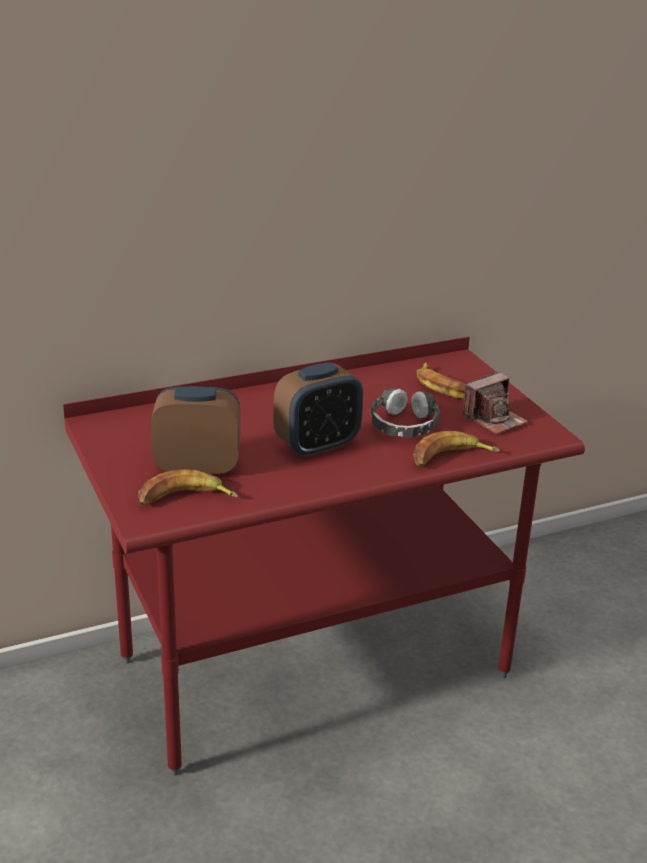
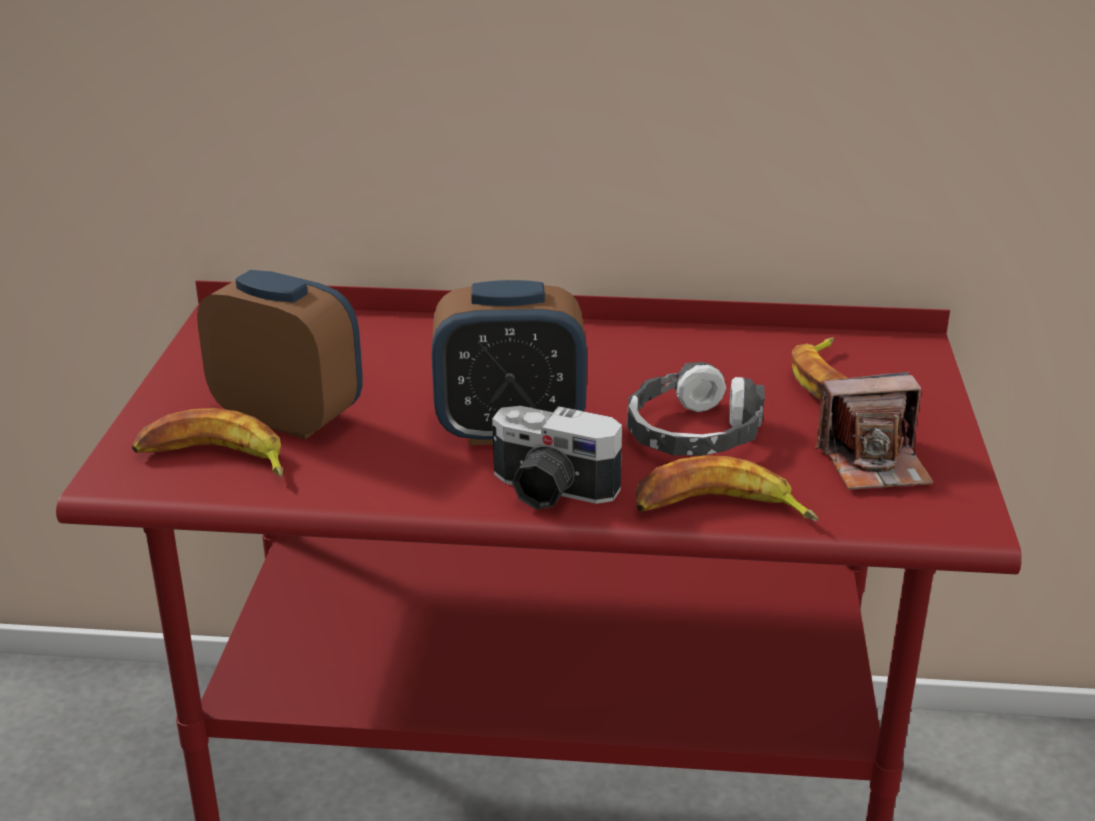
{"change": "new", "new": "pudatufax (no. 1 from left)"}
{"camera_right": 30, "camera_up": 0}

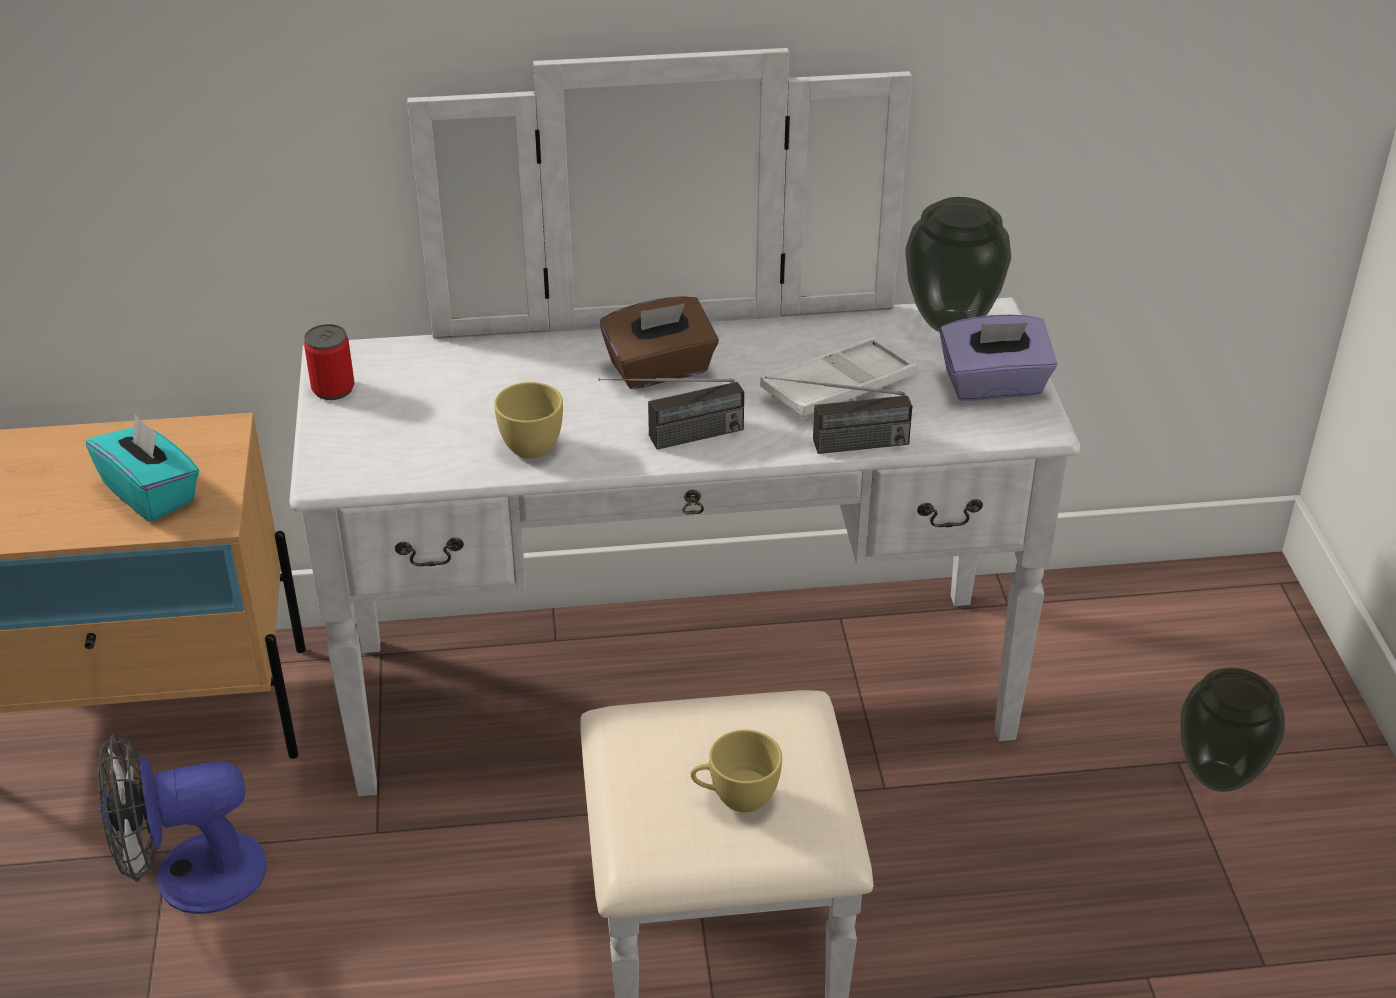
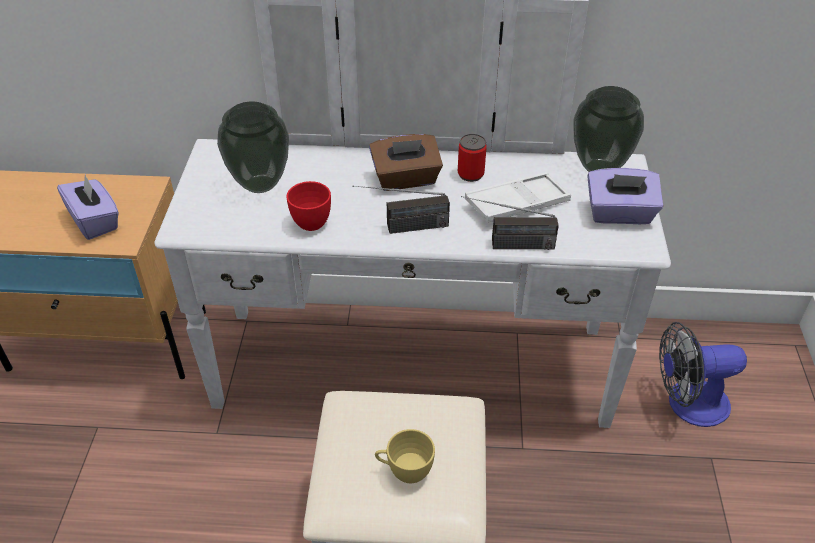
{"change": "repainted", "old": "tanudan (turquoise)", "new": "tanudan (purple) (no. 1 from left)"}
{"change": "shifted", "old": "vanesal"}
{"change": "shifted", "old": "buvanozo"}
{"change": "repainted", "old": "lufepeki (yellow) (no. 1 from left)", "new": "lufepeki (red)"}
{"change": "shifted", "old": "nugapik (no. 2 from left in the first image)", "new": "nugapik (no. 1 from left)"}
{"camera_right": 10, "camera_up": 5}

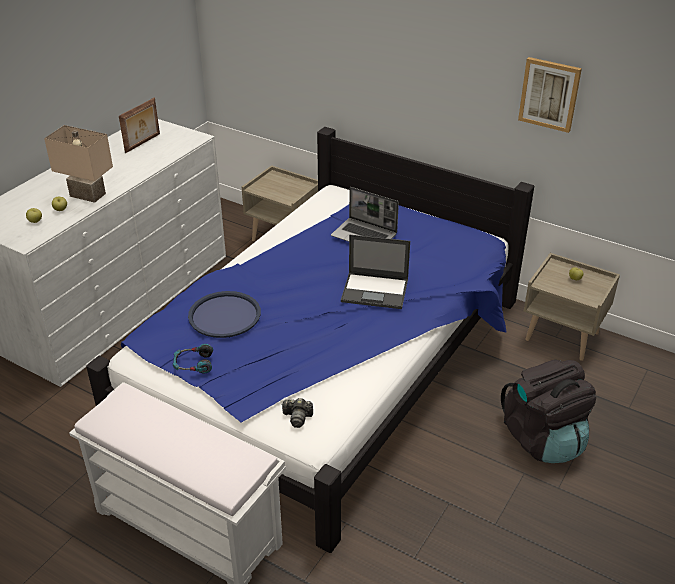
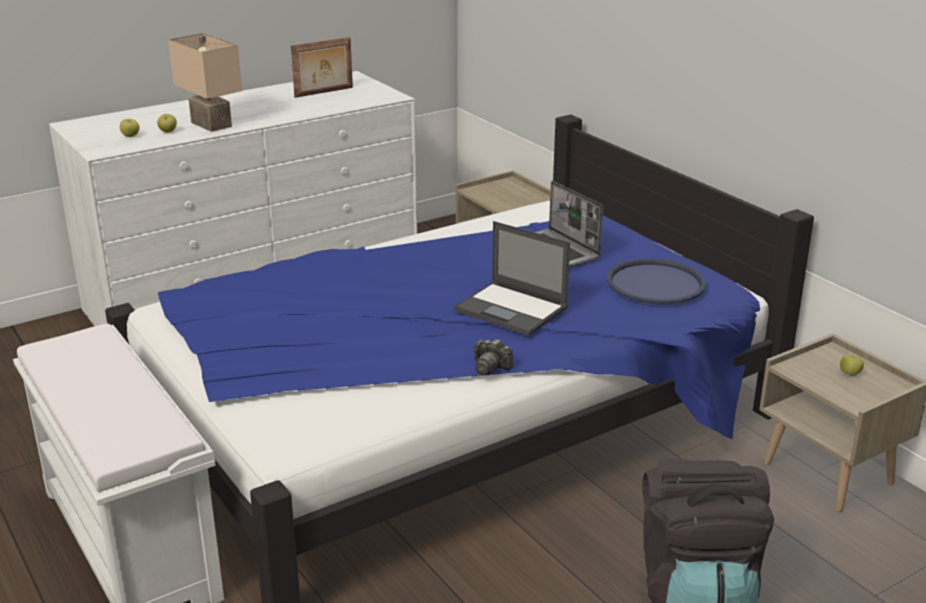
{"change": "gone", "old": "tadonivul"}
{"change": "shifted", "old": "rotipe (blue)"}
{"change": "shifted", "old": "pudatufax"}
{"change": "gone", "old": "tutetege"}
{"camera_right": 25, "camera_up": -10}

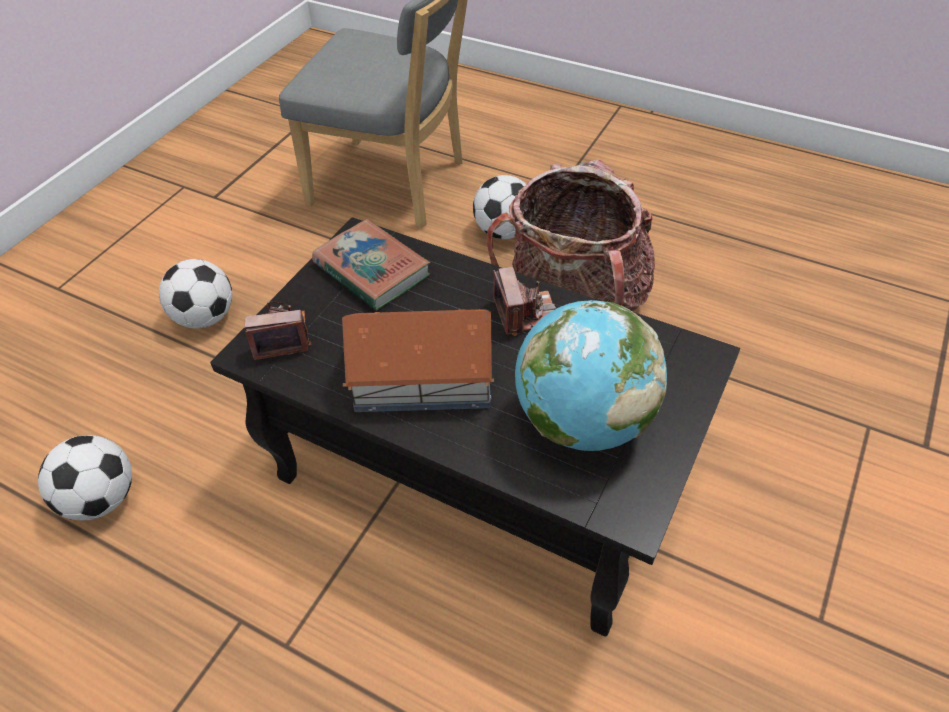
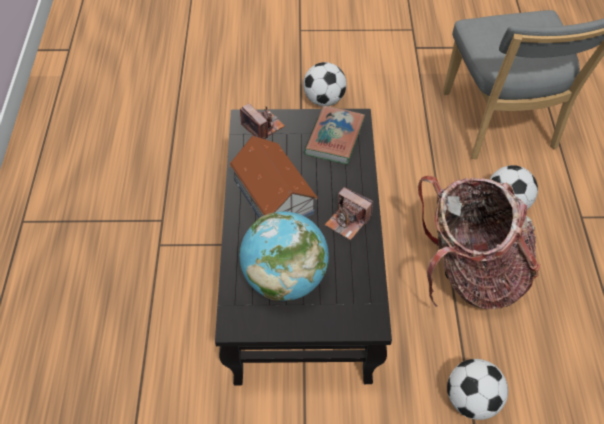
{"change": "shifted", "old": "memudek (no. 1 from left in the first image)", "new": "memudek (no. 2 from left)"}
{"change": "rotated", "old": "pudatufax (no. 2 from left)", "degrees": 75}
{"camera_right": 60, "camera_up": 5}

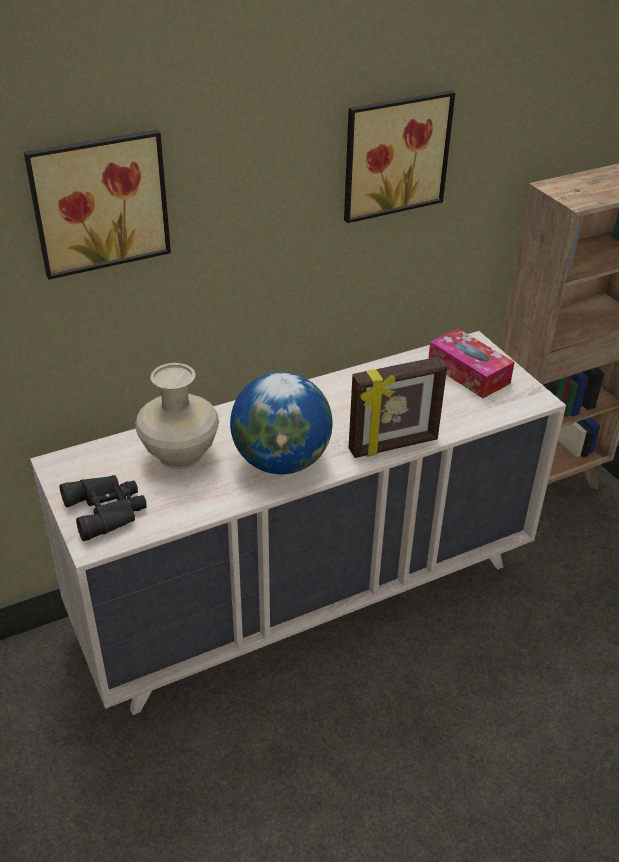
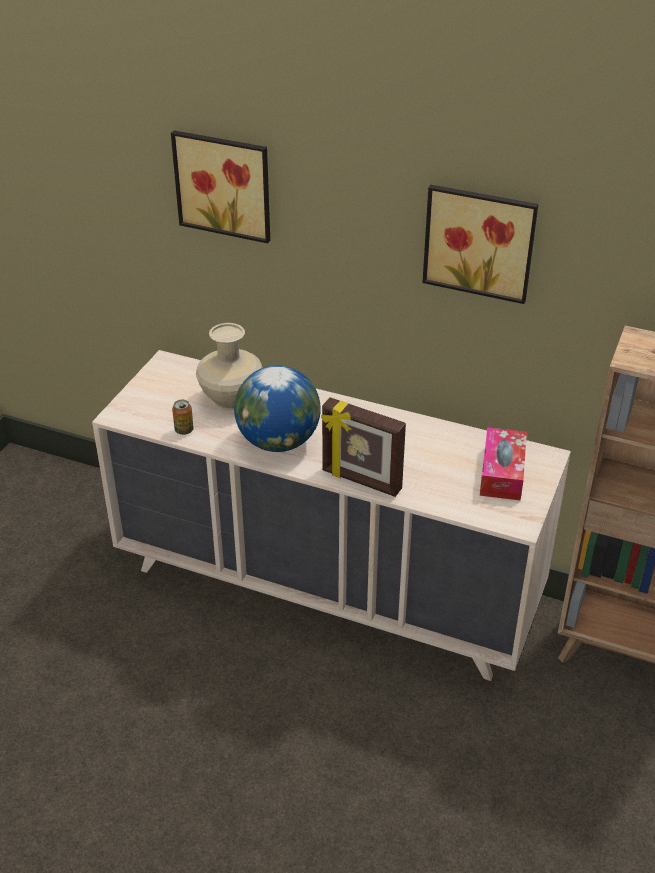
{"change": "gone", "old": "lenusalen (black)"}
{"change": "new", "new": "buvanozo"}
{"camera_right": 50, "camera_up": 0}

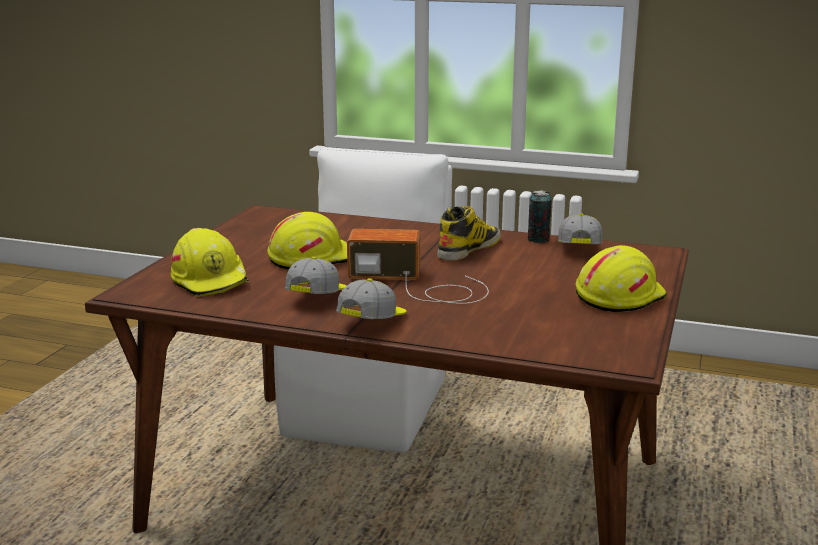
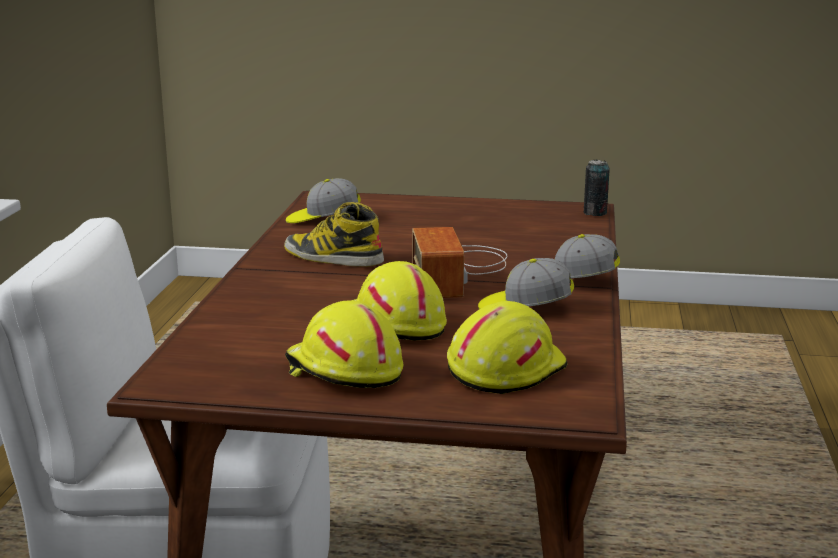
{"change": "shifted", "old": "buvanozo"}
{"change": "shifted", "old": "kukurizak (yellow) (no. 3 from left in the first image)", "new": "kukurizak (yellow) (no. 1 from left)"}
{"camera_right": -100, "camera_up": 0}

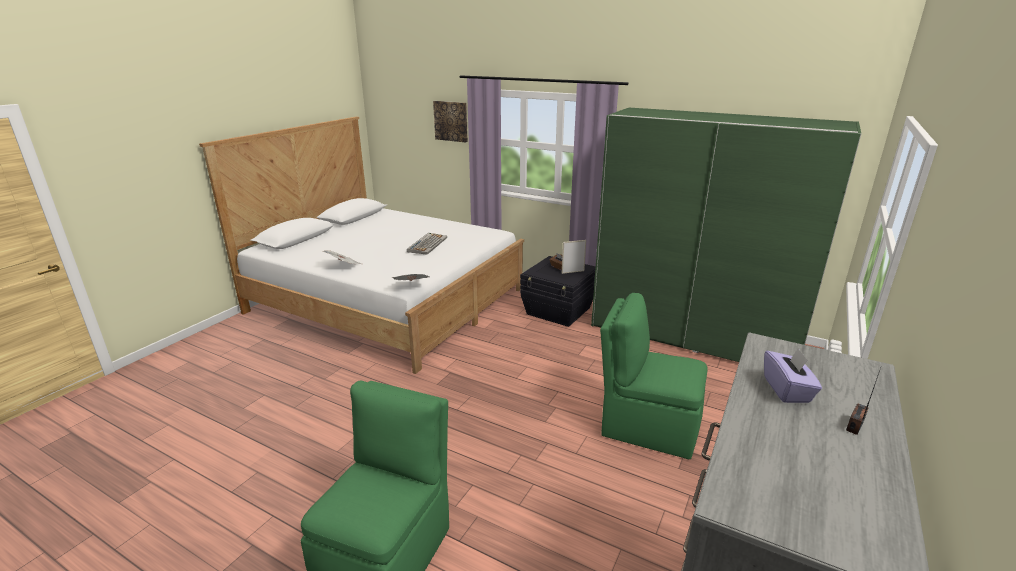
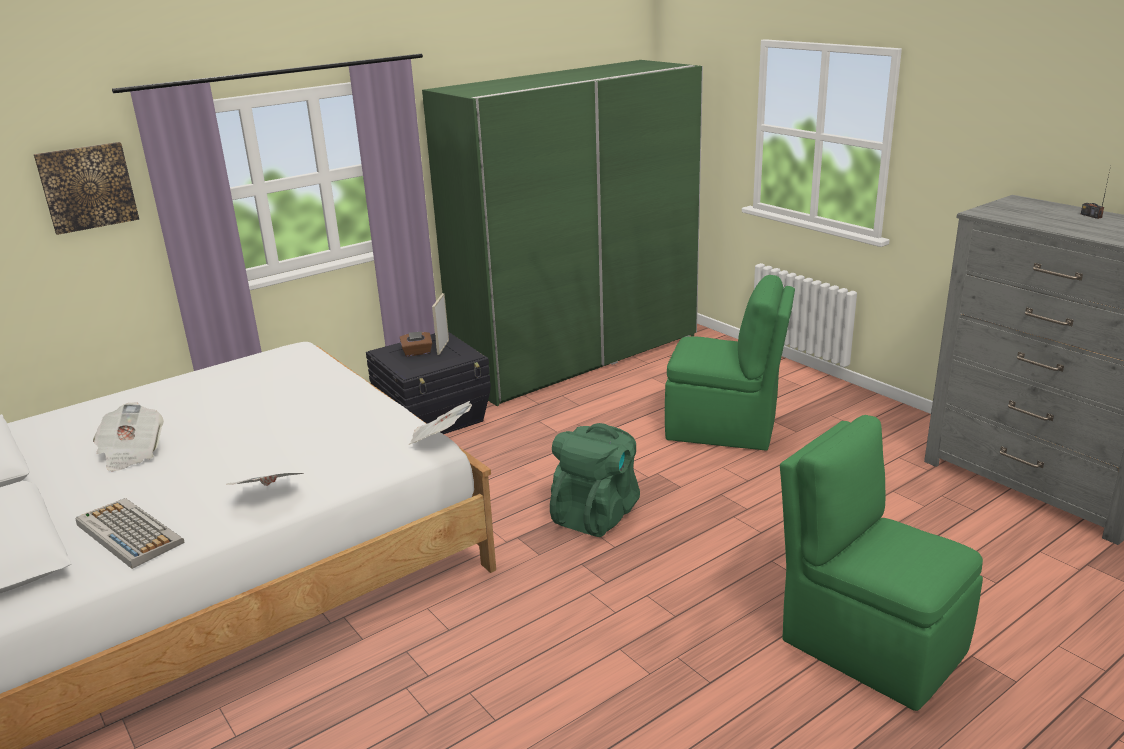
{"change": "shifted", "old": "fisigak"}
{"change": "rotated", "old": "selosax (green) (no. 2 from left in the first image)", "degrees": -120}
{"change": "gone", "old": "tanudan (purple)"}
{"change": "new", "new": "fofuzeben (no. 1 from left)"}
{"change": "new", "new": "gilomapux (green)"}
{"camera_right": -65, "camera_up": 0}

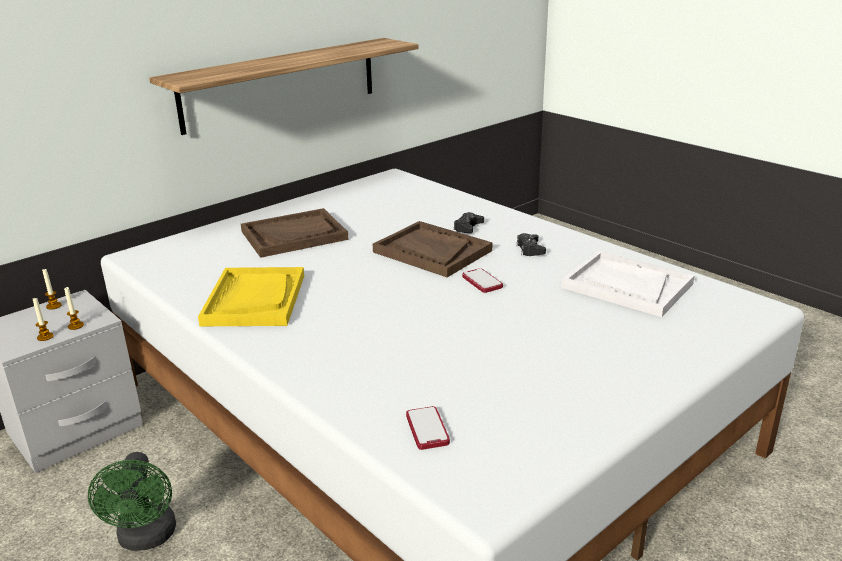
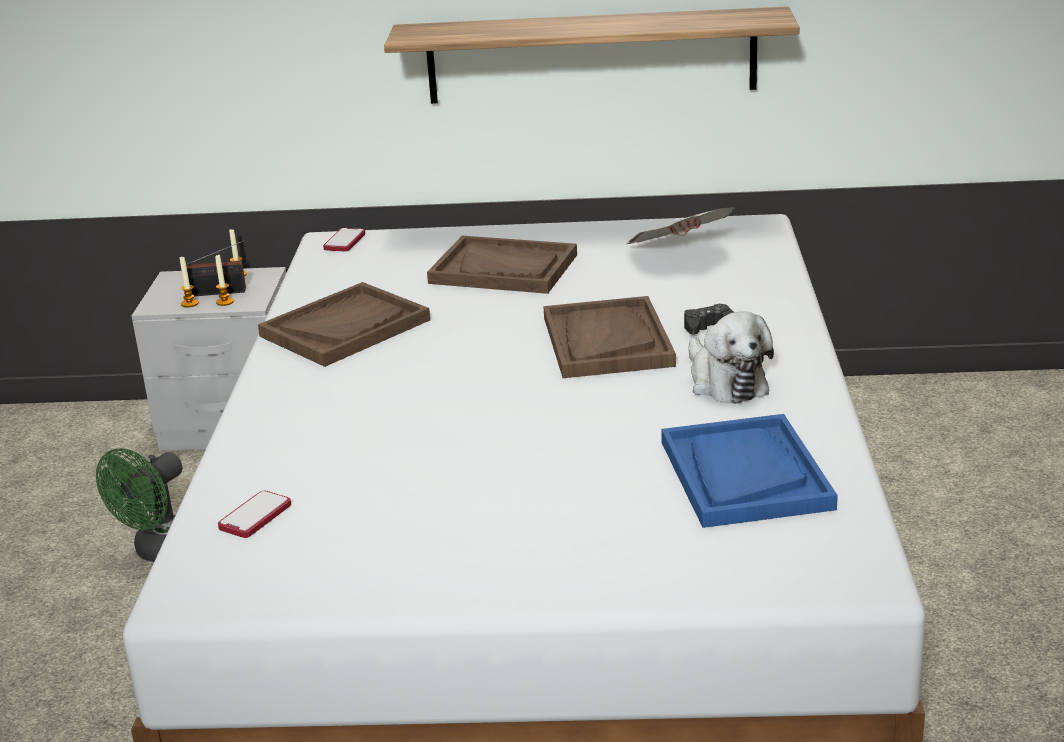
{"change": "repainted", "old": "rotipe (yellow)", "new": "rotipe (brown) (no. 1 from left)"}
{"change": "shifted", "old": "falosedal (no. 2 from left)"}
{"change": "swapped", "old": "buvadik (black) (no. 2 from left)", "new": "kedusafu"}
{"change": "repainted", "old": "rotipe (white)", "new": "rotipe (blue)"}
{"change": "new", "new": "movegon"}
{"change": "new", "new": "fofuzeben"}
{"camera_right": 45, "camera_up": 0}

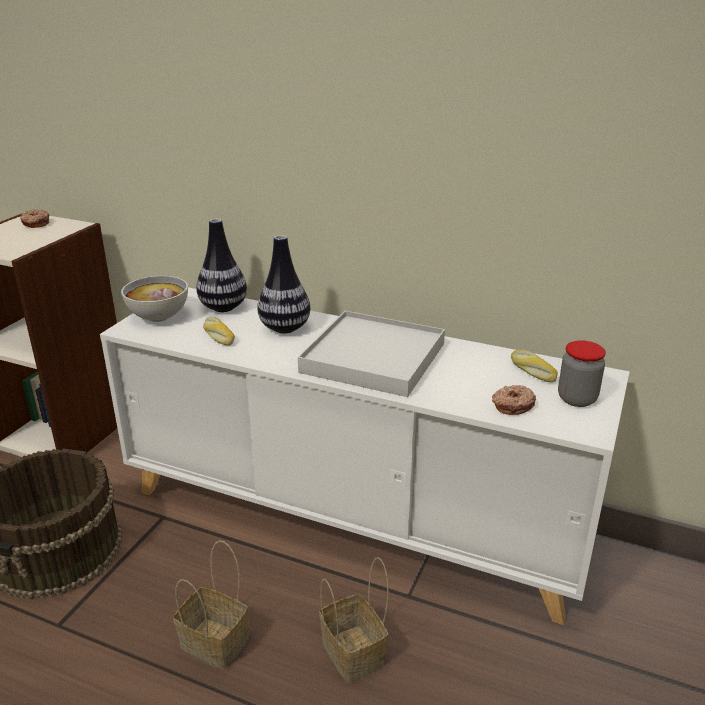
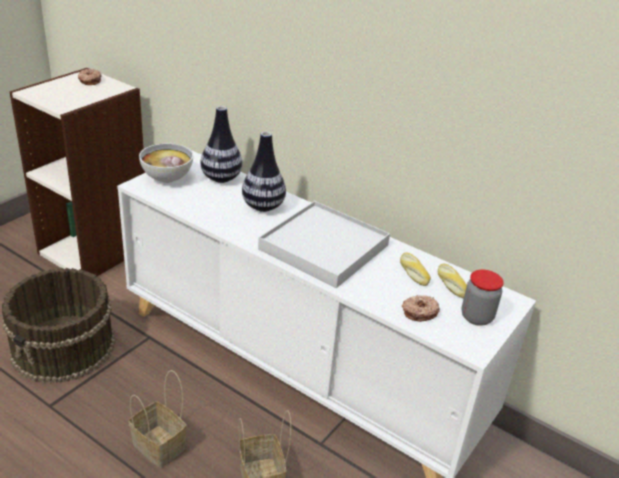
{"change": "shifted", "old": "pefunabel (no. 1 from left)"}
{"camera_right": 10, "camera_up": 5}

